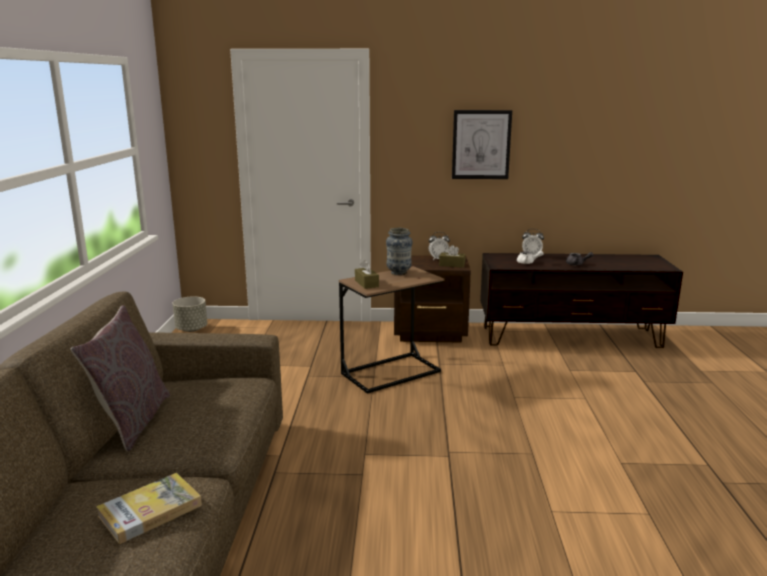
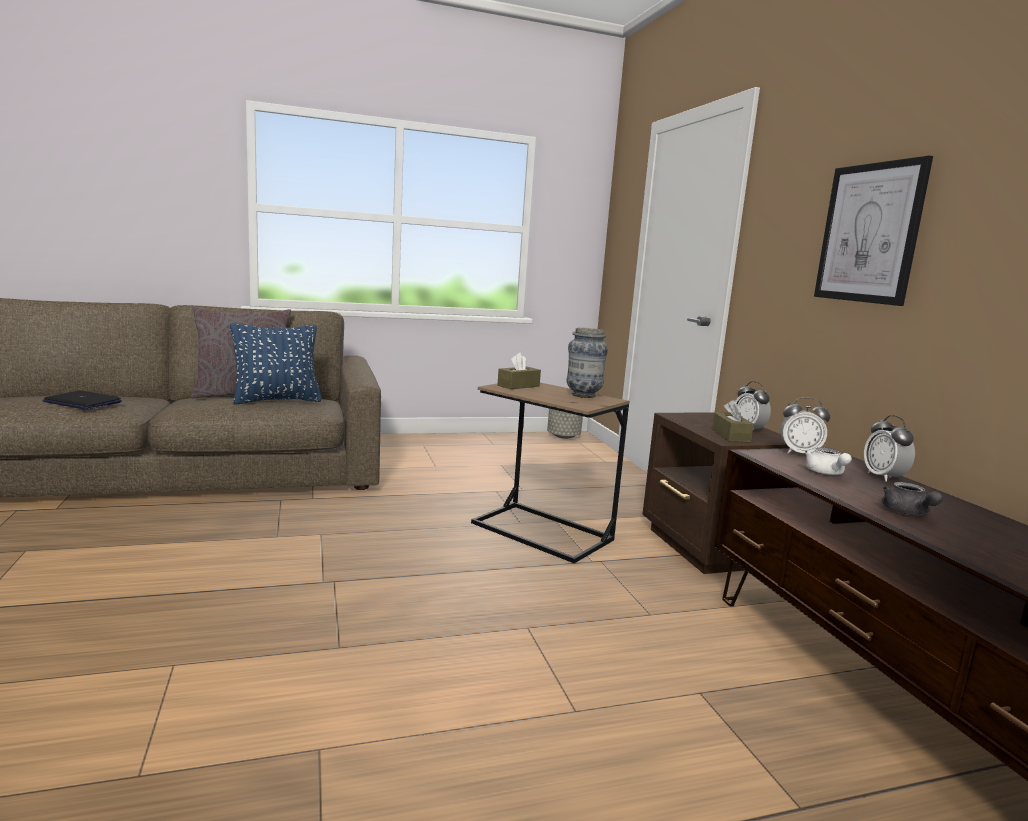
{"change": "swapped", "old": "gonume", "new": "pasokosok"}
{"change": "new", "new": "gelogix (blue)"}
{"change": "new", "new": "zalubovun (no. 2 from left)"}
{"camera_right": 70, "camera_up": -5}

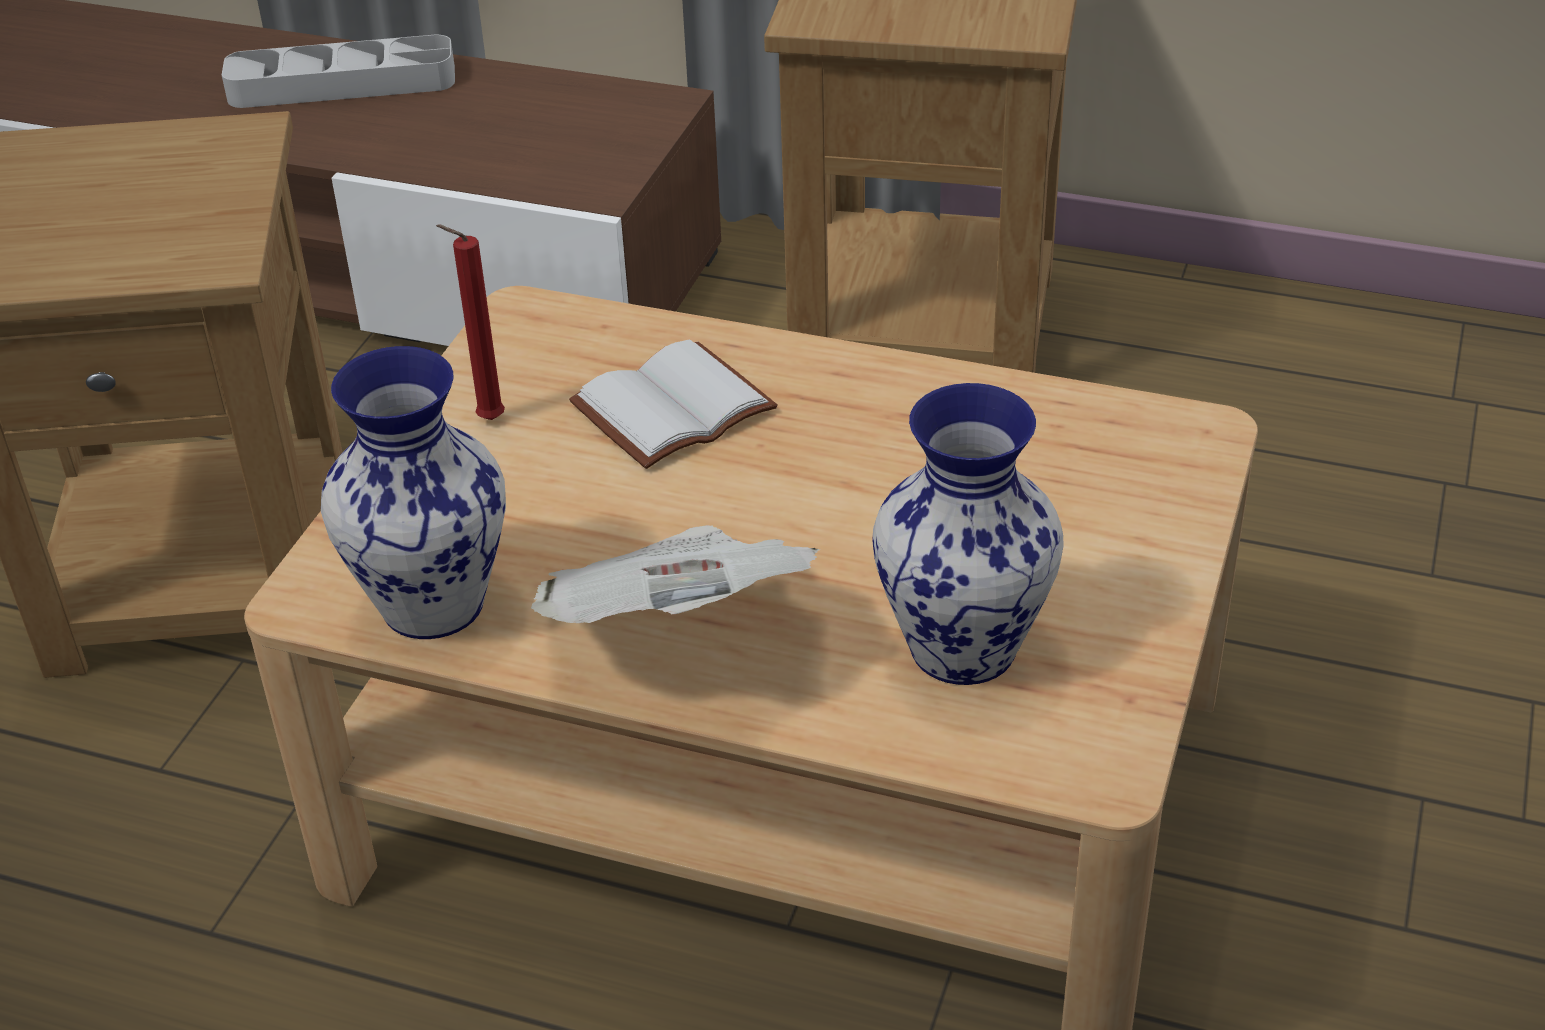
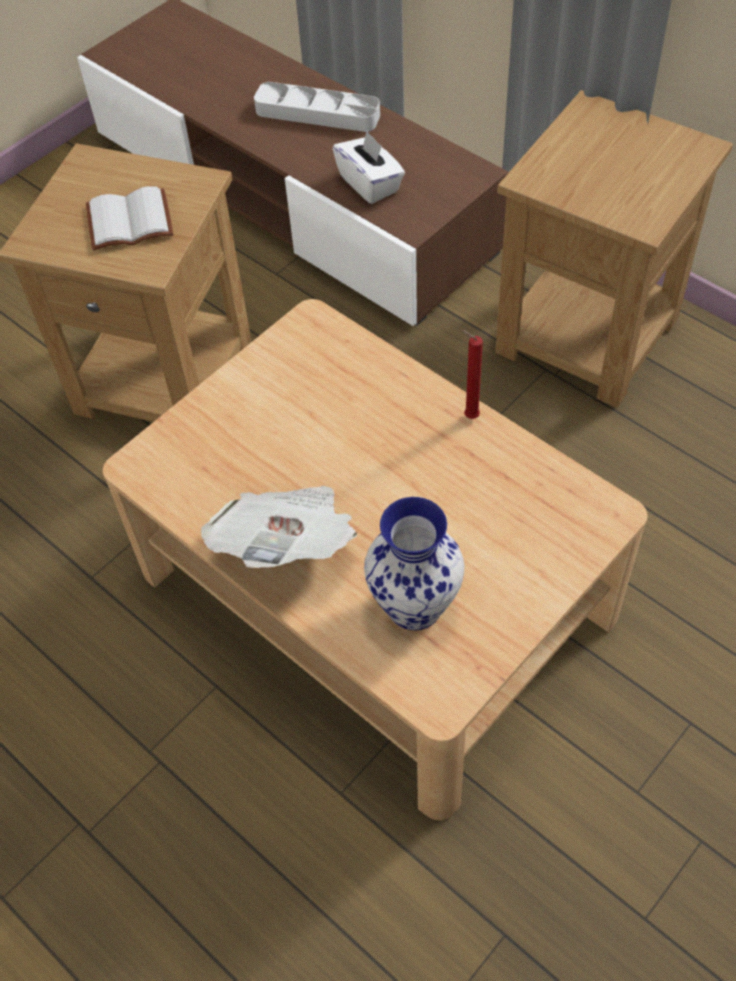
{"change": "gone", "old": "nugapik (no. 1 from left)"}
{"change": "shifted", "old": "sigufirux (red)"}
{"change": "shifted", "old": "gonume (white)"}
{"change": "new", "new": "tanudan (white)"}
{"camera_right": 25, "camera_up": 15}

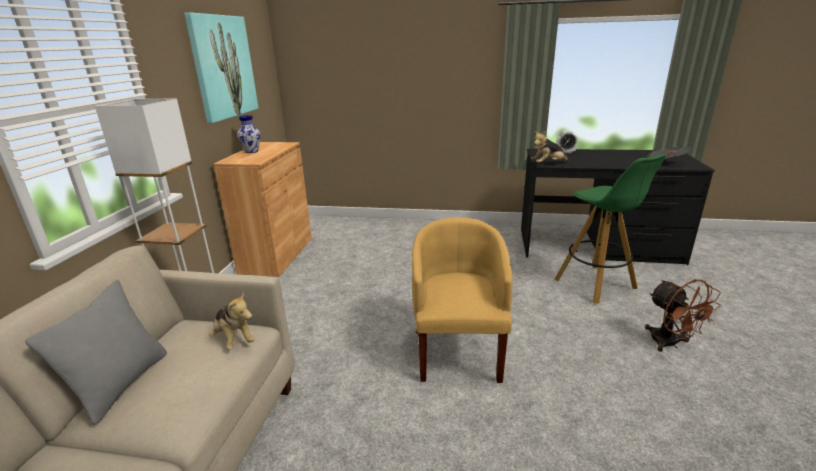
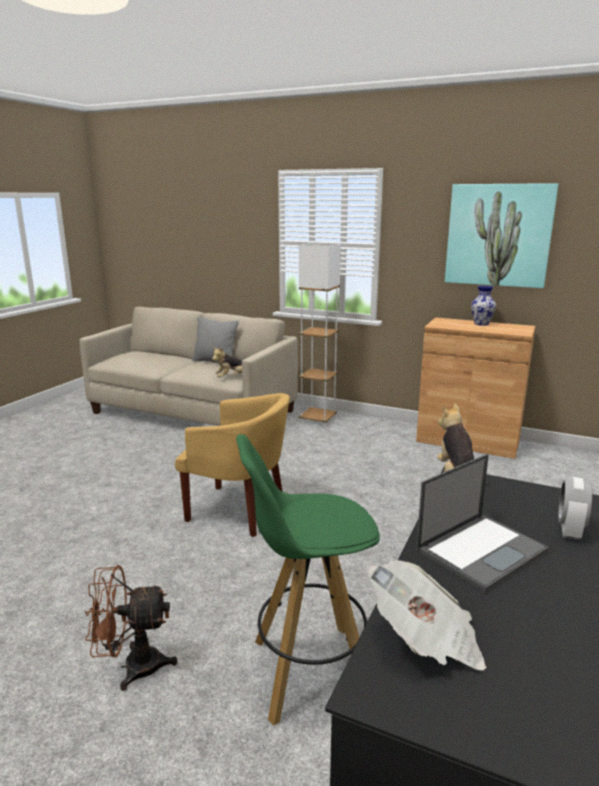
{"change": "new", "new": "pasokosok"}
{"camera_right": 105, "camera_up": -5}

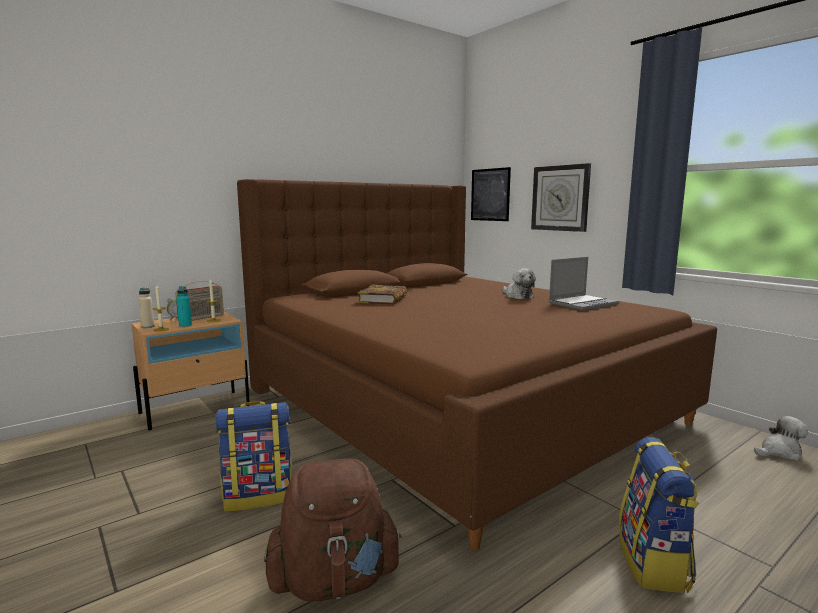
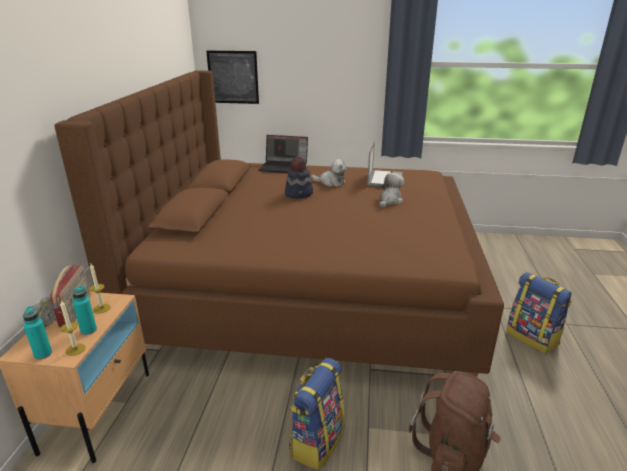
{"change": "repainted", "old": "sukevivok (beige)", "new": "sukevivok (turquoise) (no. 1 from left)"}
{"change": "gone", "old": "gonume"}
{"change": "gone", "old": "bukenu"}
{"change": "shifted", "old": "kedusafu (no. 2 from left)"}
{"change": "new", "new": "pasokosok (no. 1 from left)"}
{"change": "new", "new": "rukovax"}
{"camera_right": -45, "camera_up": 15}

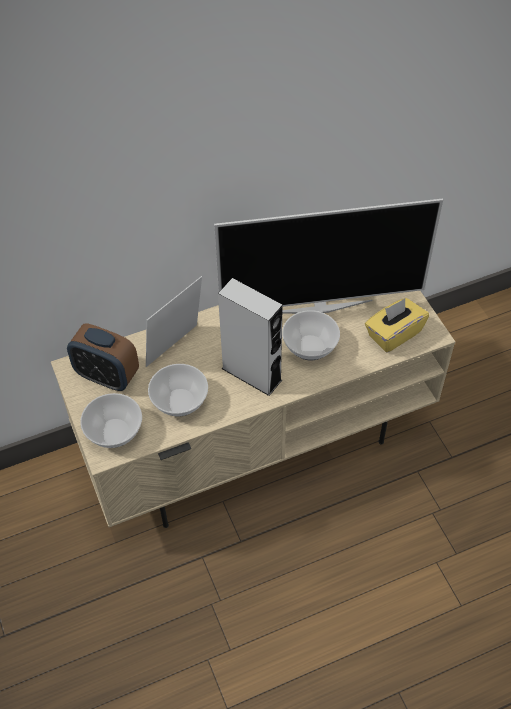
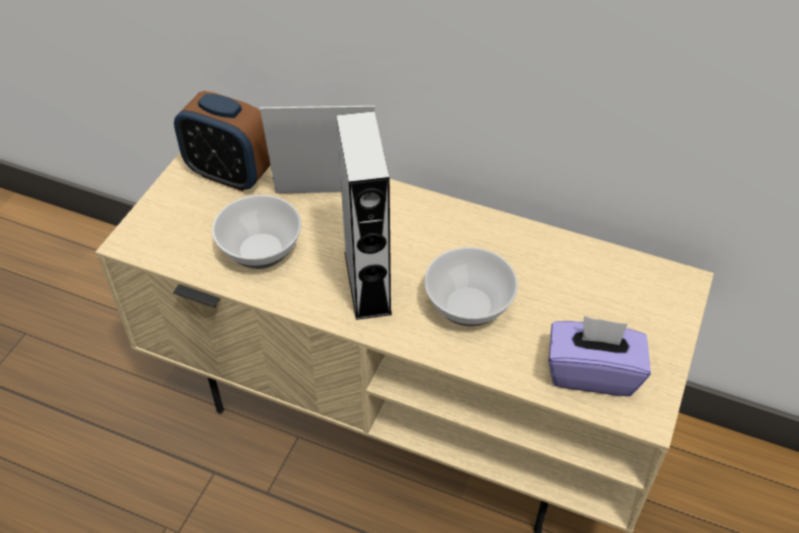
{"change": "rotated", "old": "zalubovun", "degrees": -45}
{"change": "gone", "old": "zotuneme (no. 1 from left)"}
{"change": "gone", "old": "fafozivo"}
{"change": "repainted", "old": "tanudan (yellow)", "new": "tanudan (purple)"}
{"camera_right": 45, "camera_up": -5}

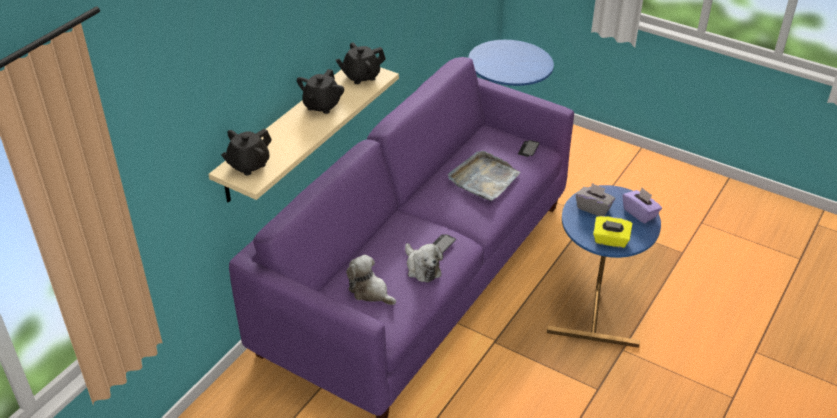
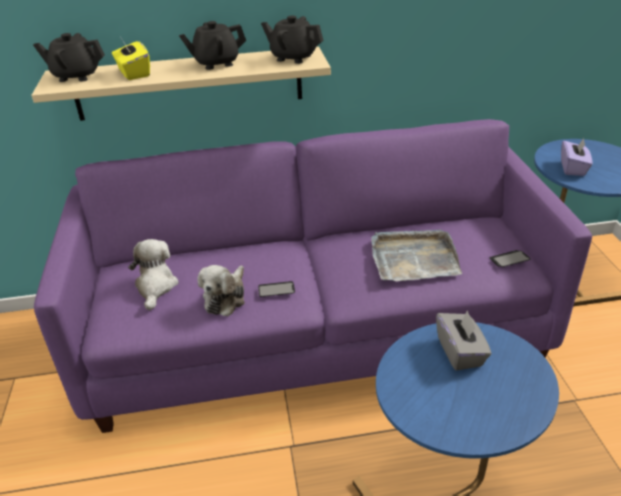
{"change": "shifted", "old": "tanudan (yellow)"}
{"change": "shifted", "old": "tanudan (purple)"}
{"camera_right": 50, "camera_up": -5}

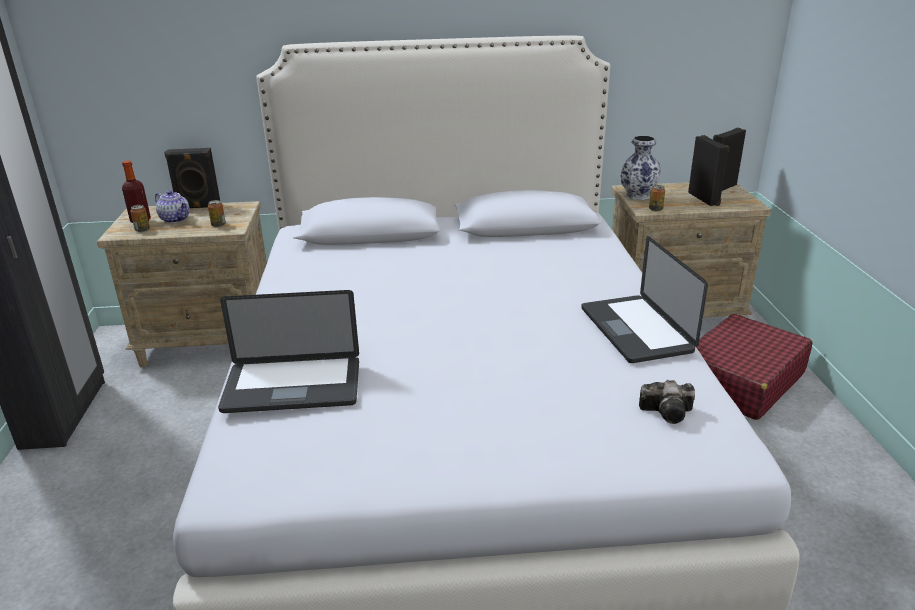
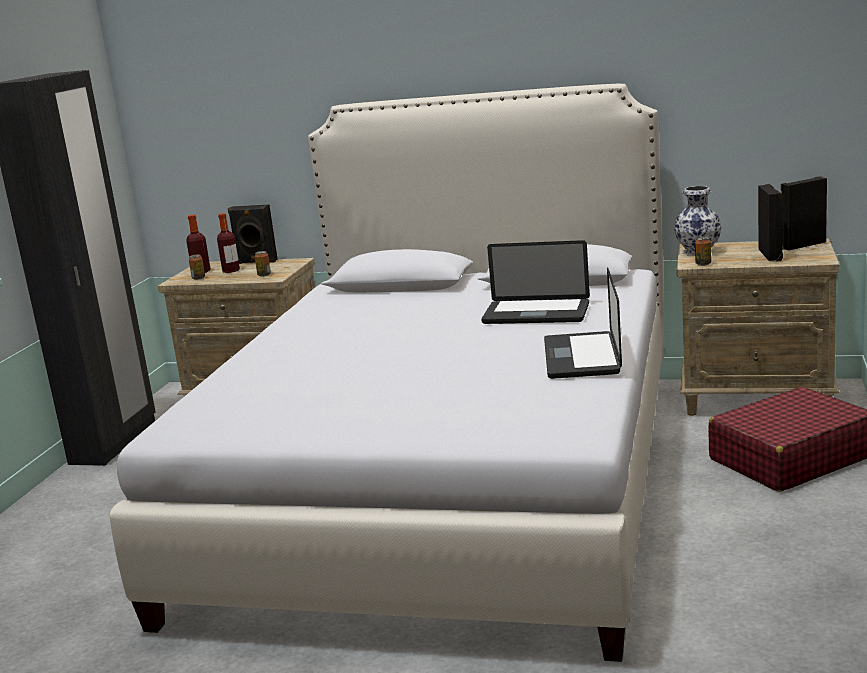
{"change": "swapped", "old": "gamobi", "new": "sukevivok (no. 2 from left)"}
{"change": "shifted", "old": "pasokosok (no. 1 from left)"}
{"change": "gone", "old": "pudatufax"}
{"camera_right": 20, "camera_up": -10}

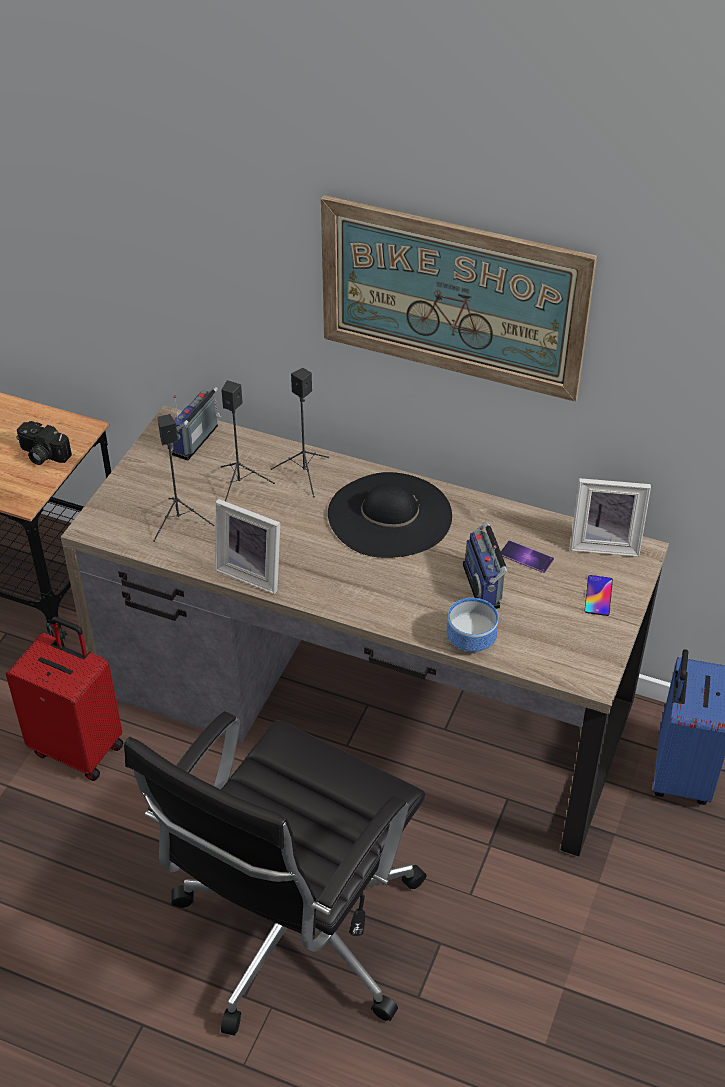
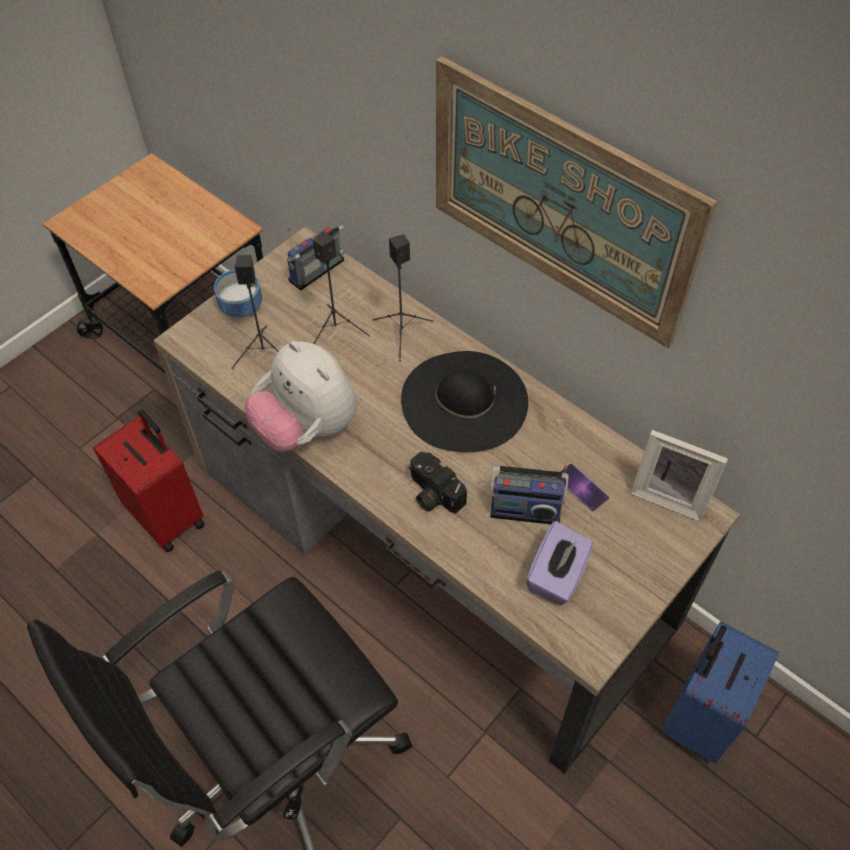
{"change": "shifted", "old": "pudatufax"}
{"change": "swapped", "old": "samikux (no. 1 from left)", "new": "kedusafu"}
{"change": "shifted", "old": "zotuneme"}
{"change": "rotated", "old": "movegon (no. 2 from left)", "degrees": -90}
{"change": "gone", "old": "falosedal (no. 2 from left)"}
{"change": "new", "new": "tanudan (purple)"}
{"camera_right": 20, "camera_up": 10}

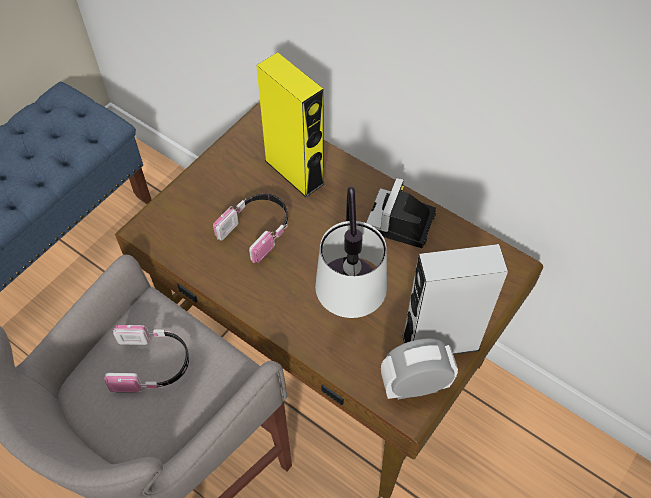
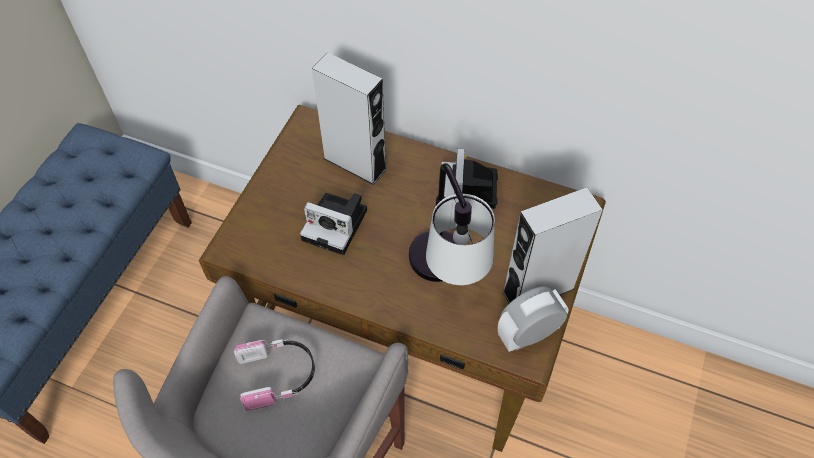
{"change": "swapped", "old": "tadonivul (no. 2 from left)", "new": "pudatufax (no. 1 from left)"}
{"change": "repainted", "old": "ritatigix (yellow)", "new": "ritatigix (grey) (no. 1 from left)"}
{"camera_right": -15, "camera_up": 0}

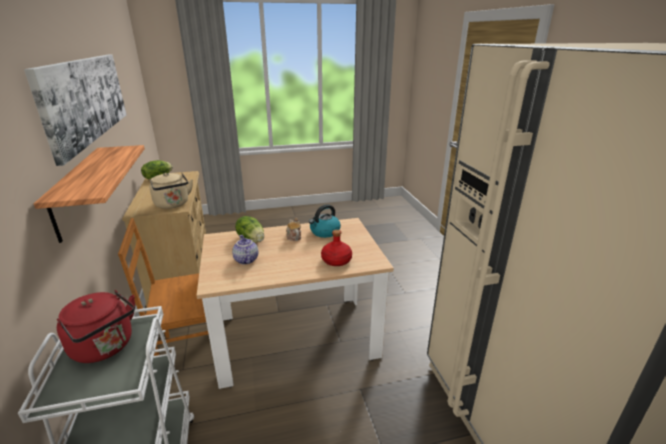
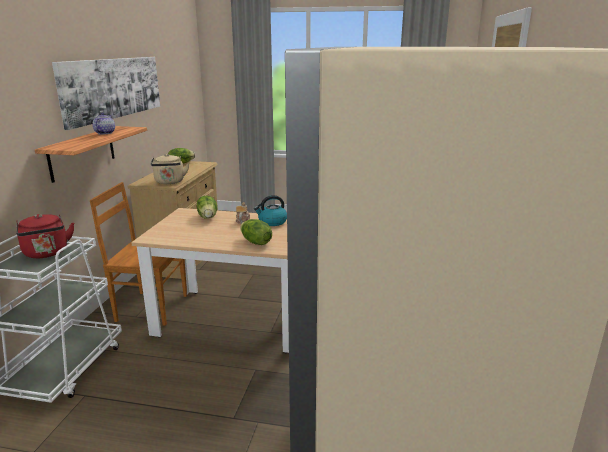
{"change": "shifted", "old": "gamobi (no. 1 from left)"}
{"change": "swapped", "old": "sukevivok (red)", "new": "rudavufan (no. 3 from left)"}
{"camera_right": 25, "camera_up": -5}

